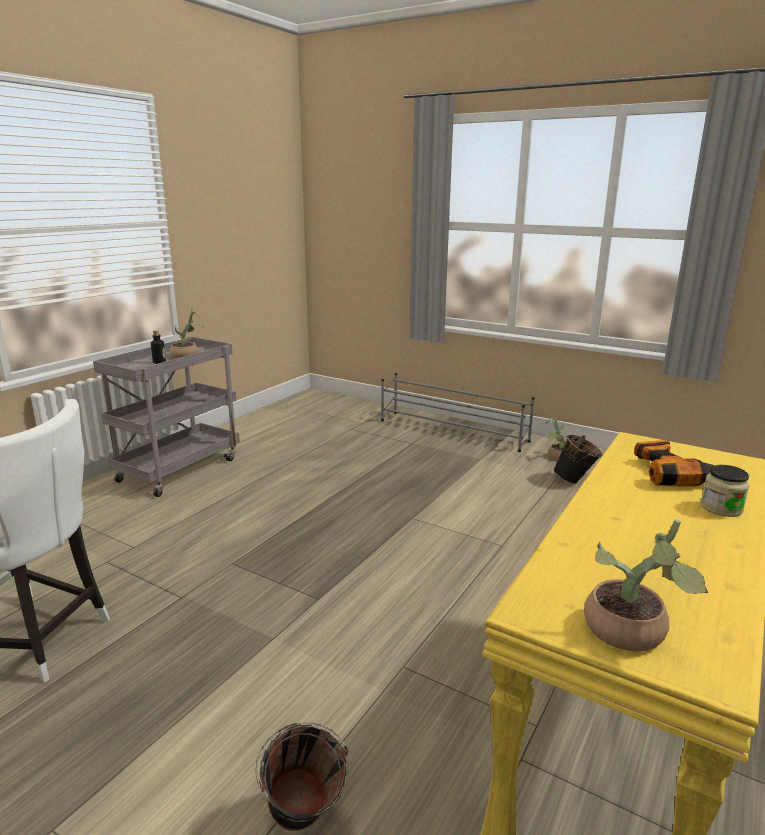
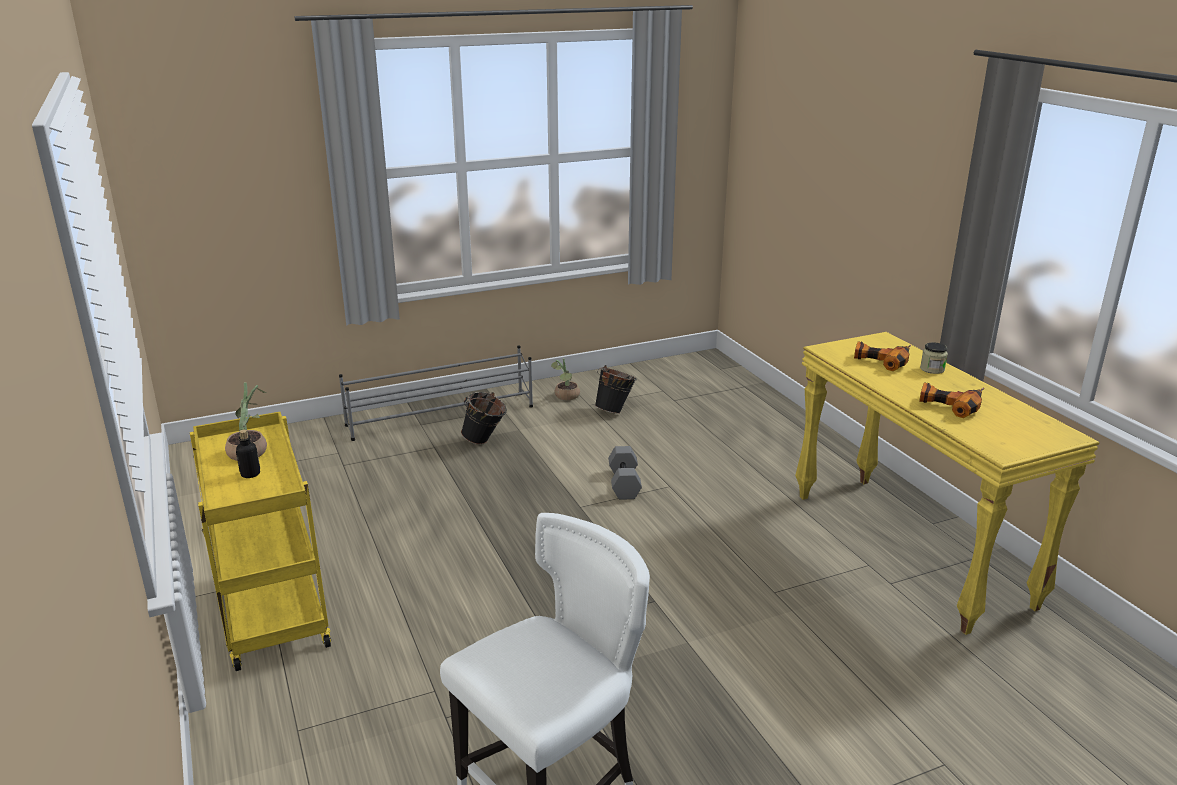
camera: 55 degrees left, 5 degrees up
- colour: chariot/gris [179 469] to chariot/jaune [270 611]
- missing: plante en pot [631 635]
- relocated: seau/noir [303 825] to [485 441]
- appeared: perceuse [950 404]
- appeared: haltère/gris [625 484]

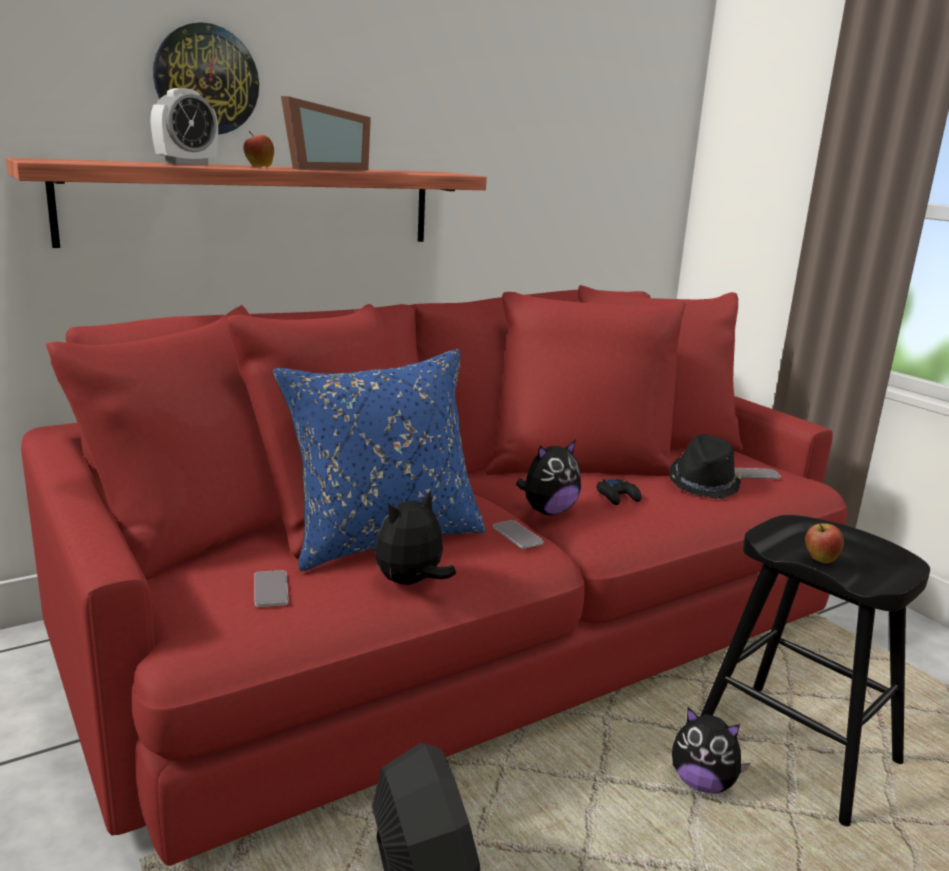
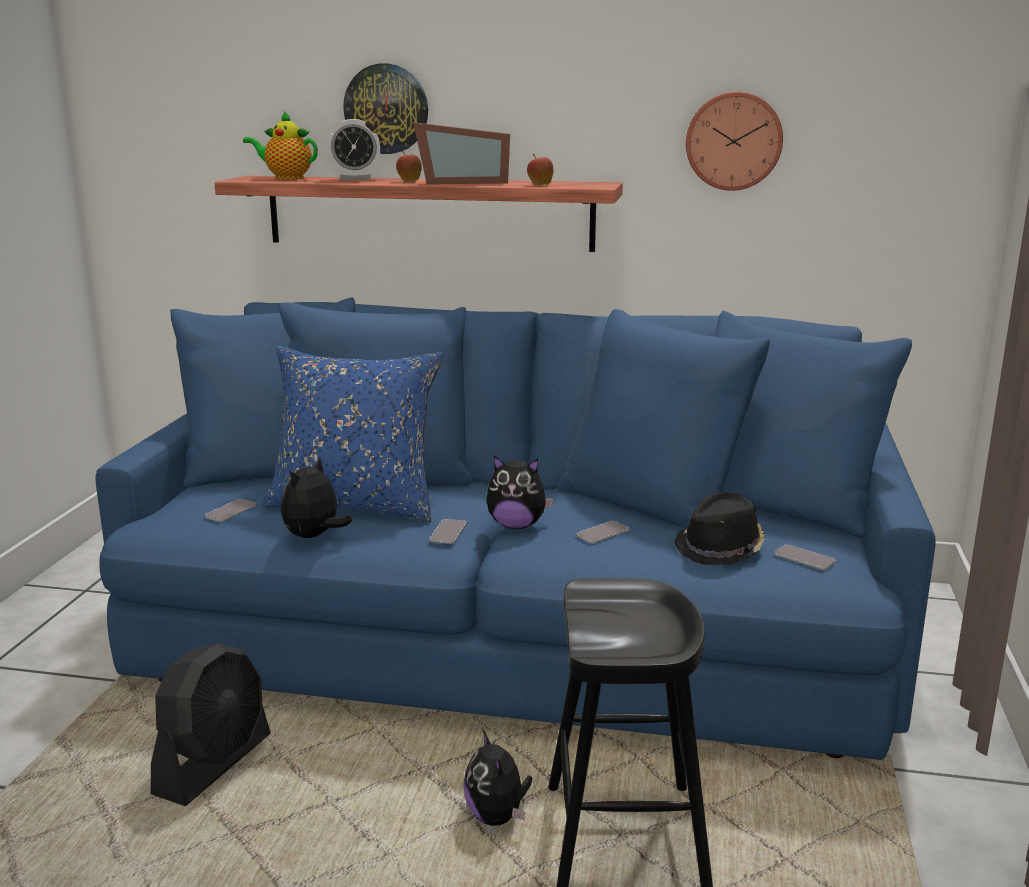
camera: 45 degrees right, 0 degrees up
- colour: canapé/rouge [462 622] to canapé/bleu [515 629]
- exchanged: manette/noir [618 497] to téléphone [602 533]
- spun: peluche [411 583] = [314 536] 60 degrees counterclockwise
- relocated: pomme [820 559] to [540 184]
- appeared: horloge murale [733 141]
- appeared: théière [286 178]

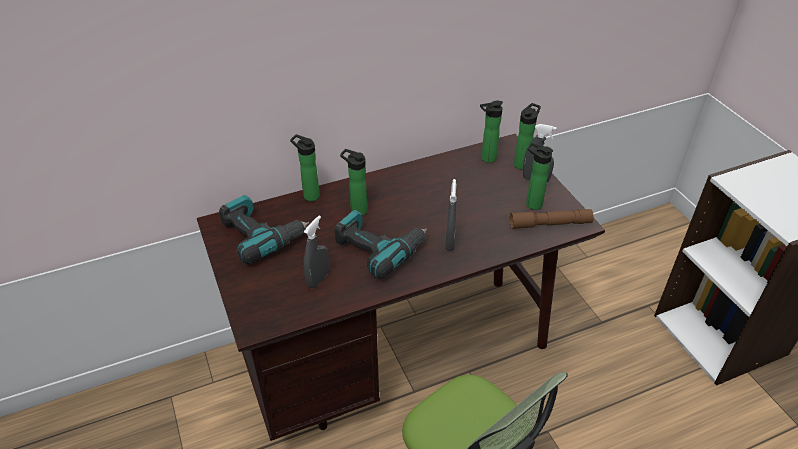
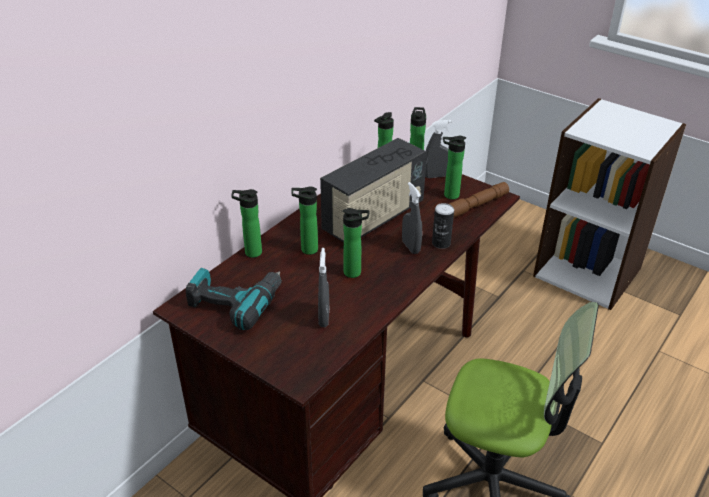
camera: 30 degrees left, 5 degrees down
- exchanged: perceuse [379 248] to bouteille [355 272]
- appeared: radio [374 218]
- appeared: boîte métallique [441 243]

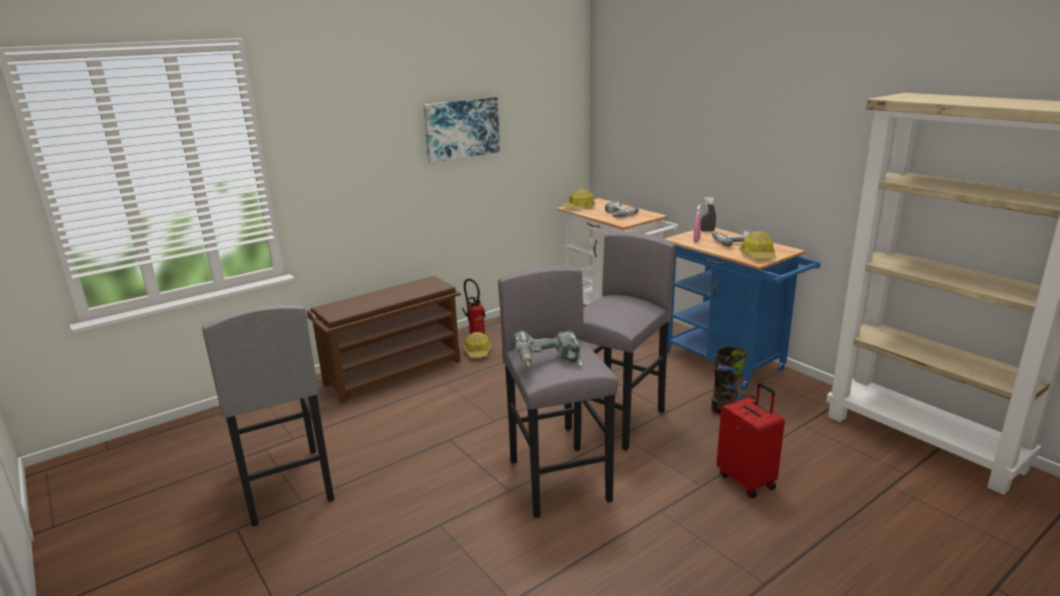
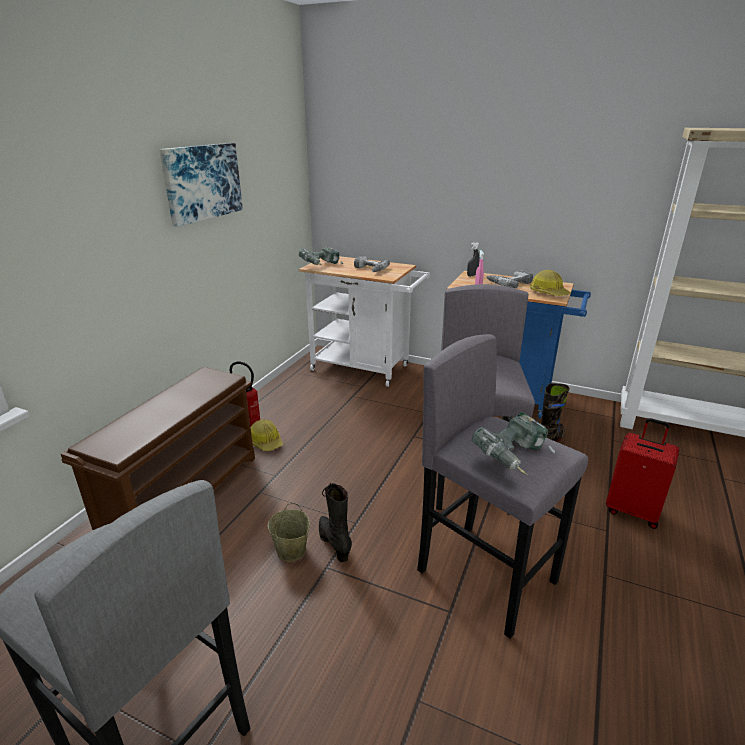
camera: 30 degrees left, 5 degrees up
- exchanged: casque de chantier [579 207] to perceuse [322 266]
- appeared: botte/noir [334 543]
- appeared: seau/beige [291 551]

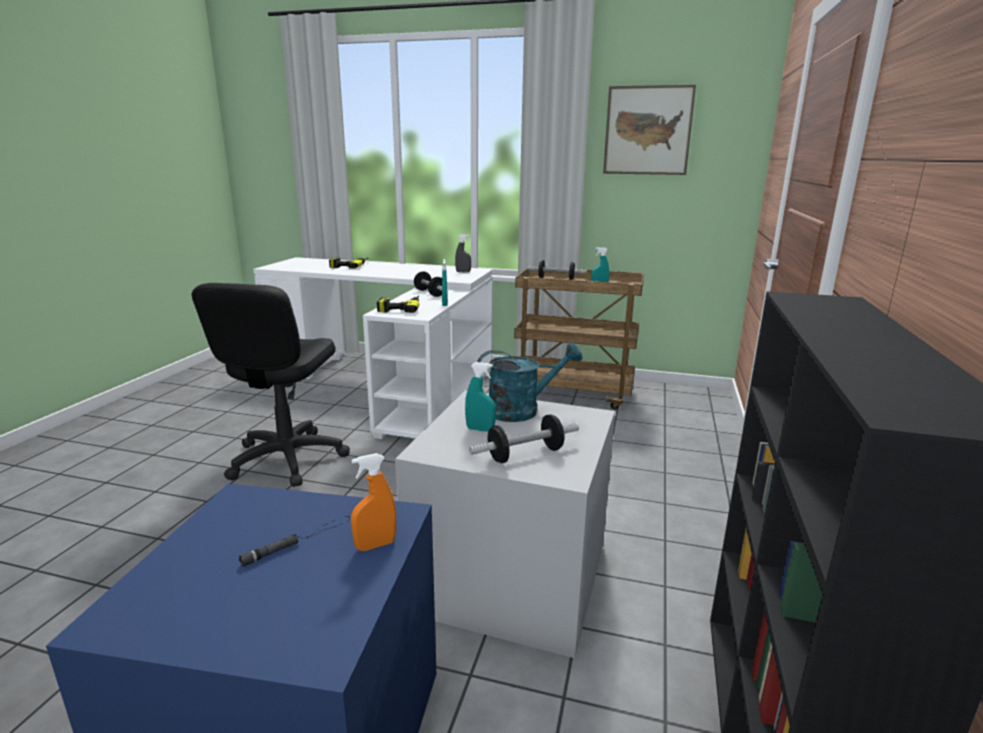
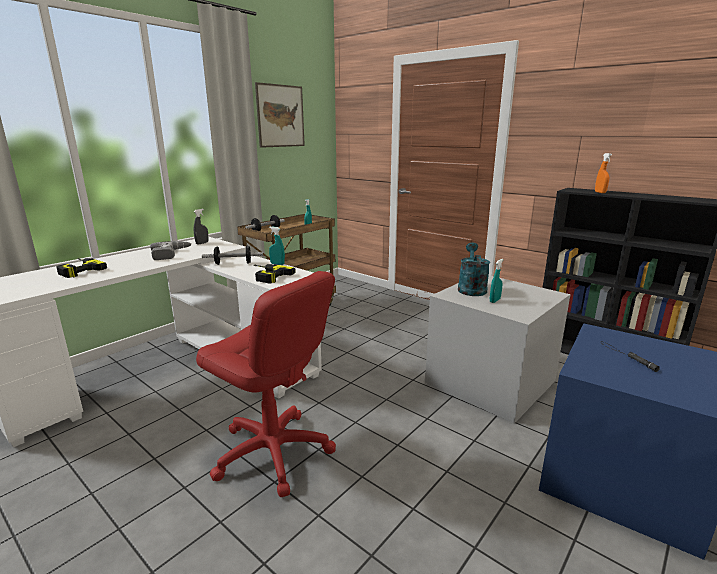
camera: 65 degrees left, 0 degrees up
- colour: chaise de bureau/noir [287 458] to chaise de bureau/rouge [273 452]
- missing: haltère [525 454]
- relocated: vaporisateur/orange [375 545] to [600 192]
- appeared: perceuse [171 254]

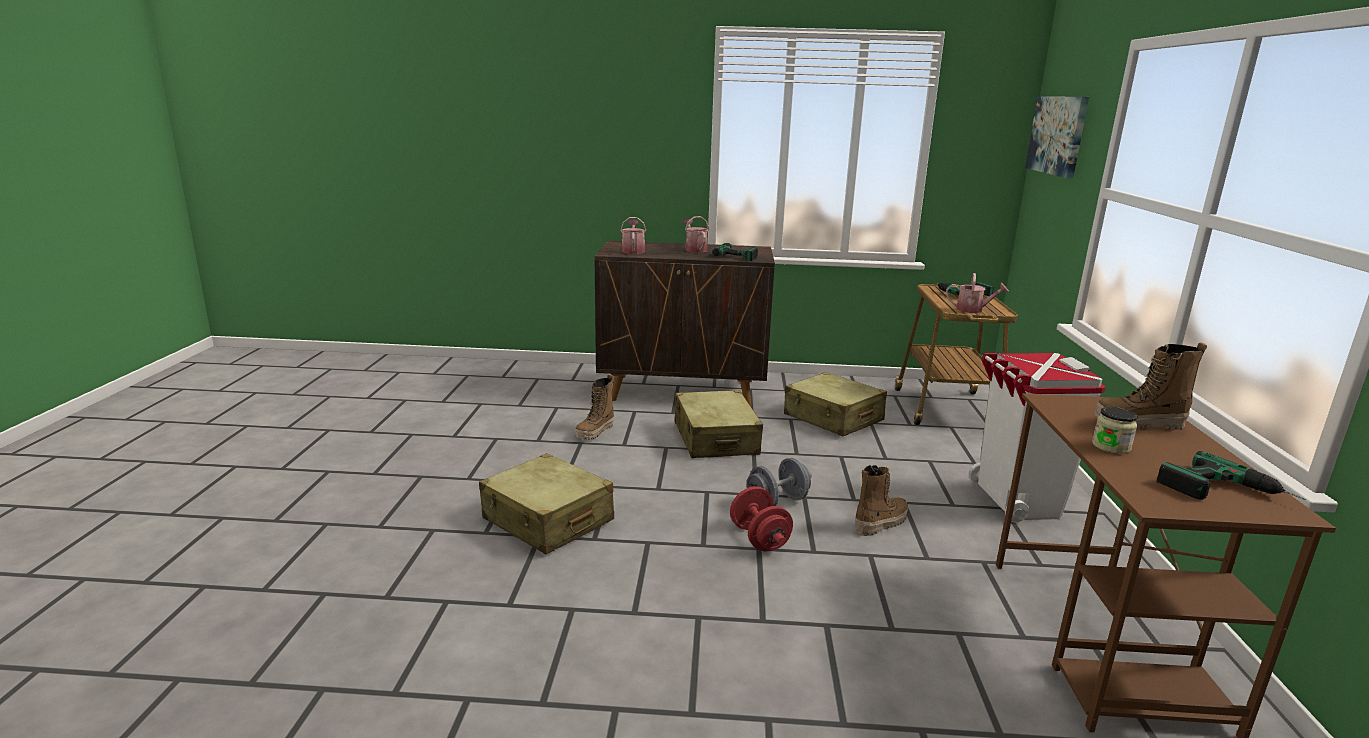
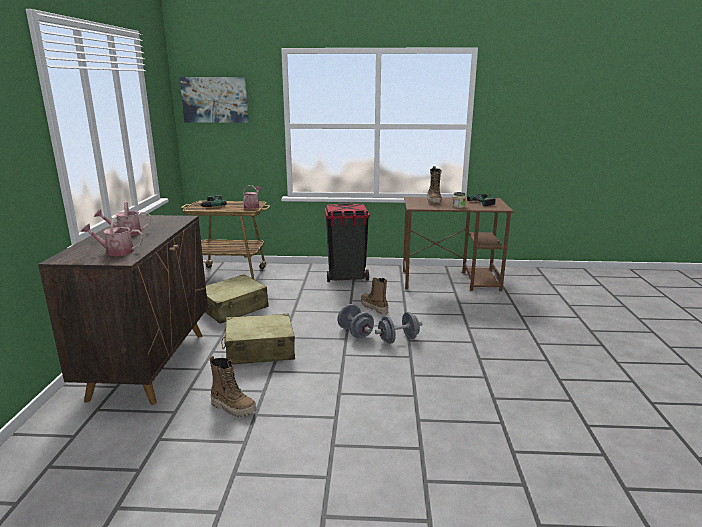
camera: 90 degrees left, 0 degrees up
- missing: perceuse [738 254]
- colour: poubelle/blanc [1016 501] to poubelle/noir [347 277]
- missing: valise/beige [548 520]
- colour: haltère/rouge [759 538] to haltère/gris [398 339]

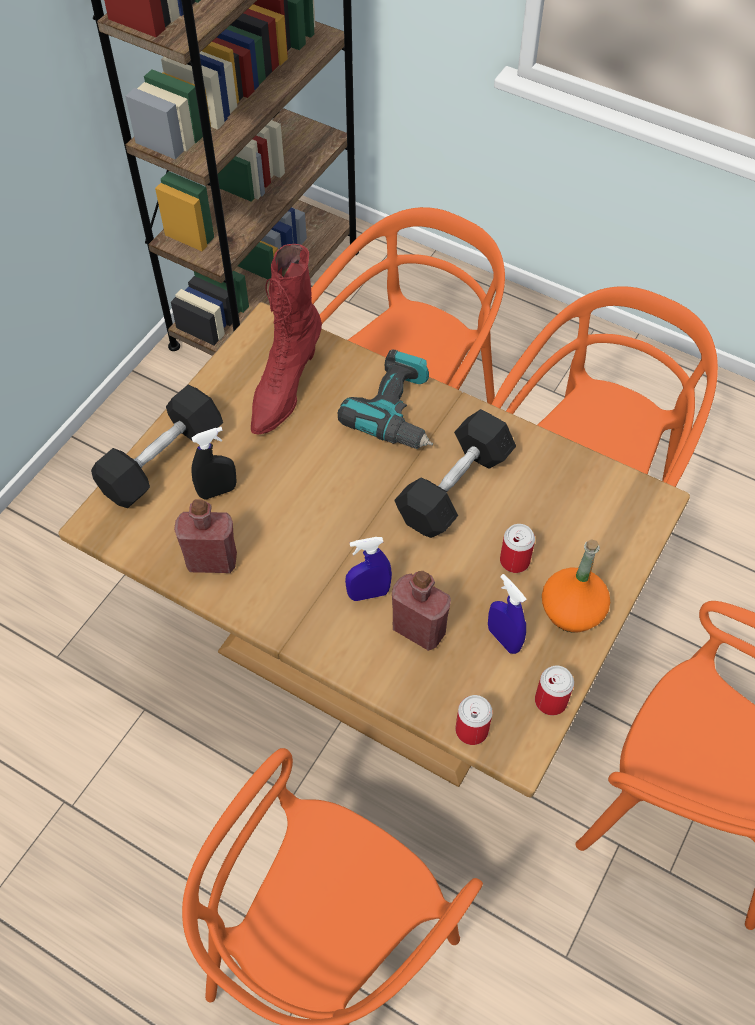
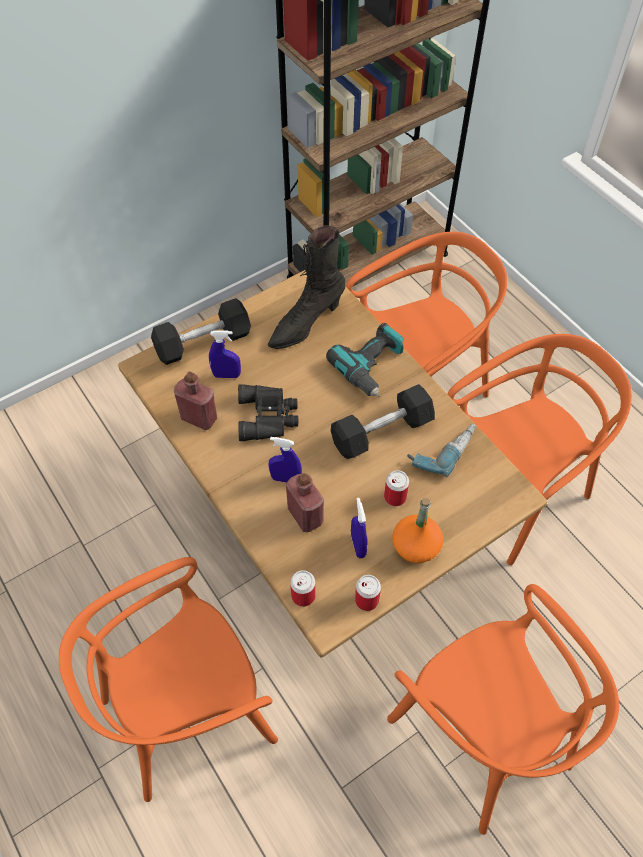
camera: 25 degrees right, 0 degrees up
- colour: botte/rouge [284 388] to botte/noir [305 324]
- colour: vaporisateur/noir [217 491] to vaporisateur/bleu [226 375]
- appeared: jumelles/noir [268 416]
- appeared: perceuse [442 448]

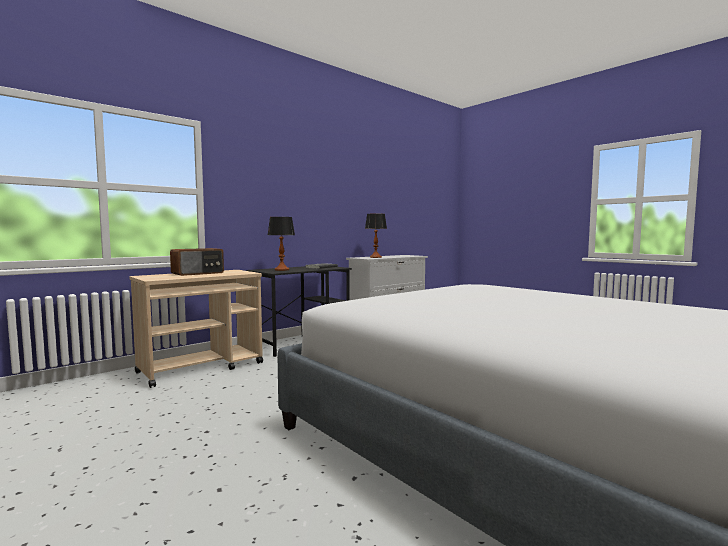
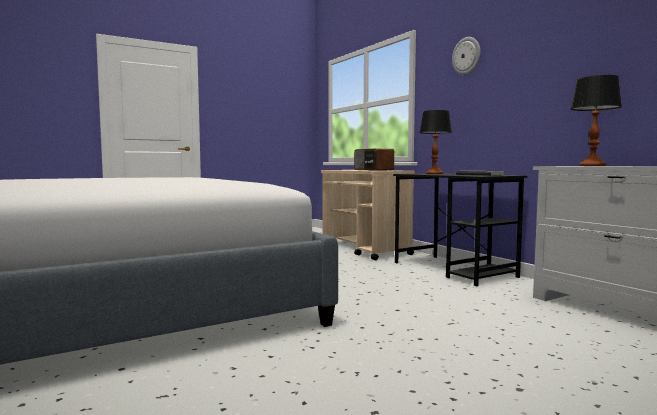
camera: 100 degrees right, 0 degrees up
- appeared: horloge murale [466 56]

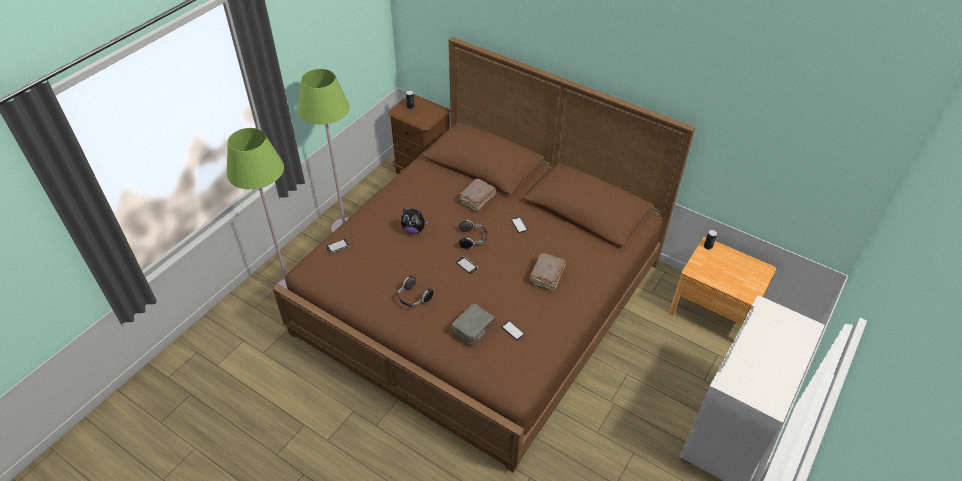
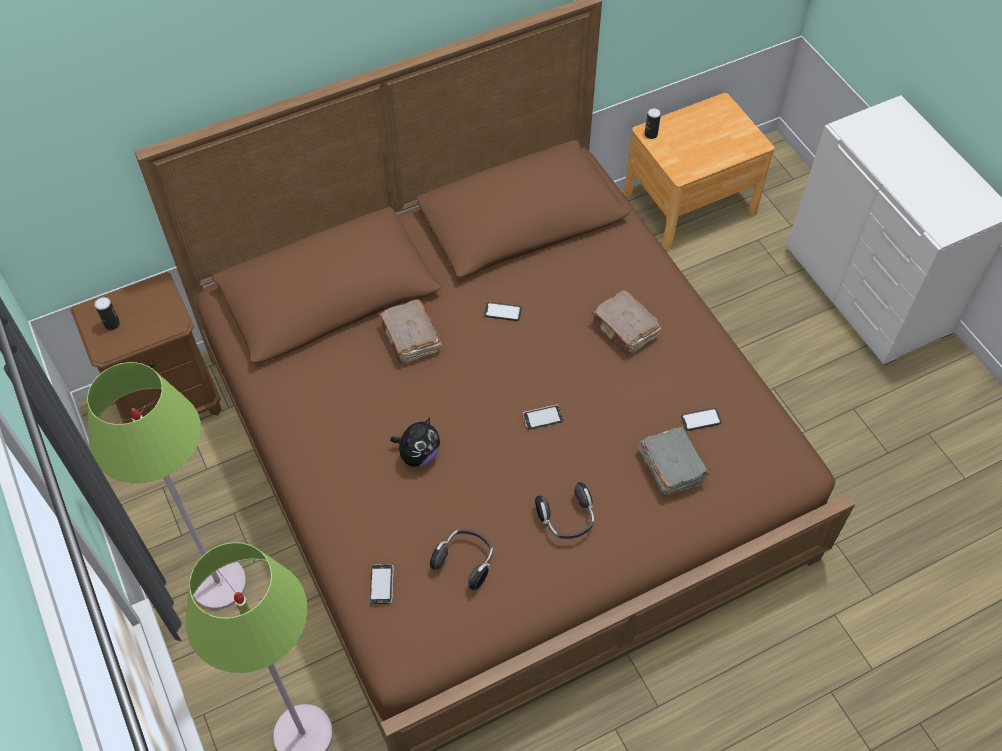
camera: 60 degrees left, 10 degrees up
- relocated: casque audio [473 239] to [465 561]

